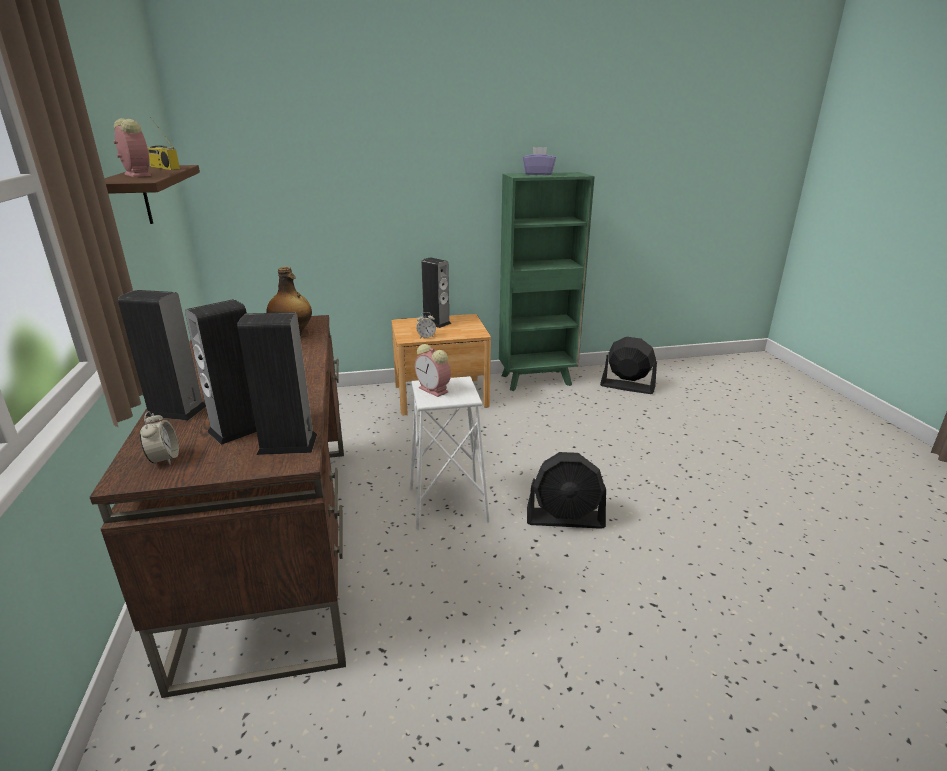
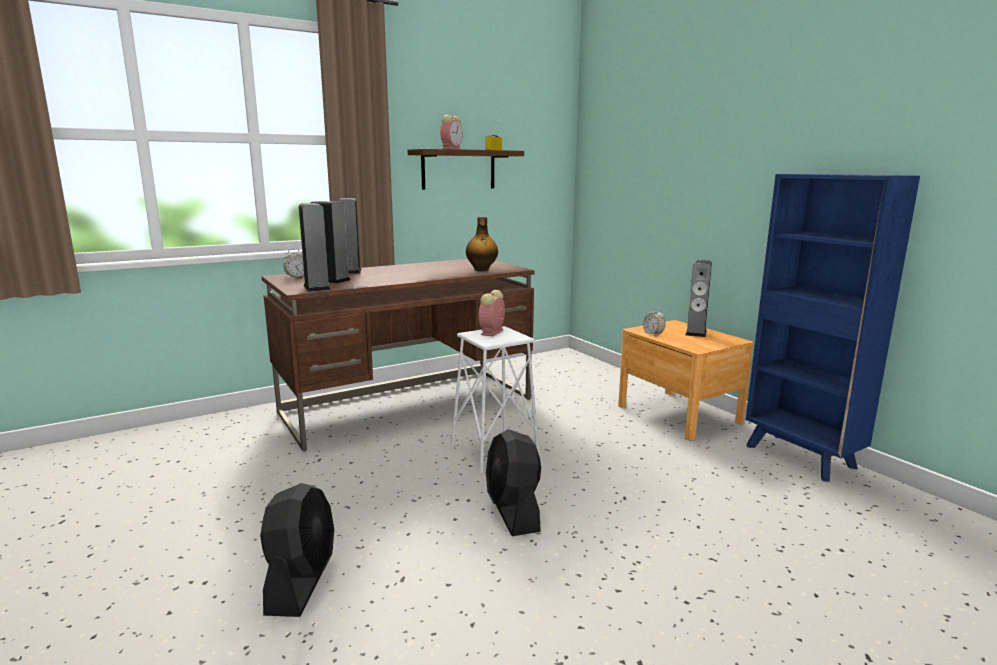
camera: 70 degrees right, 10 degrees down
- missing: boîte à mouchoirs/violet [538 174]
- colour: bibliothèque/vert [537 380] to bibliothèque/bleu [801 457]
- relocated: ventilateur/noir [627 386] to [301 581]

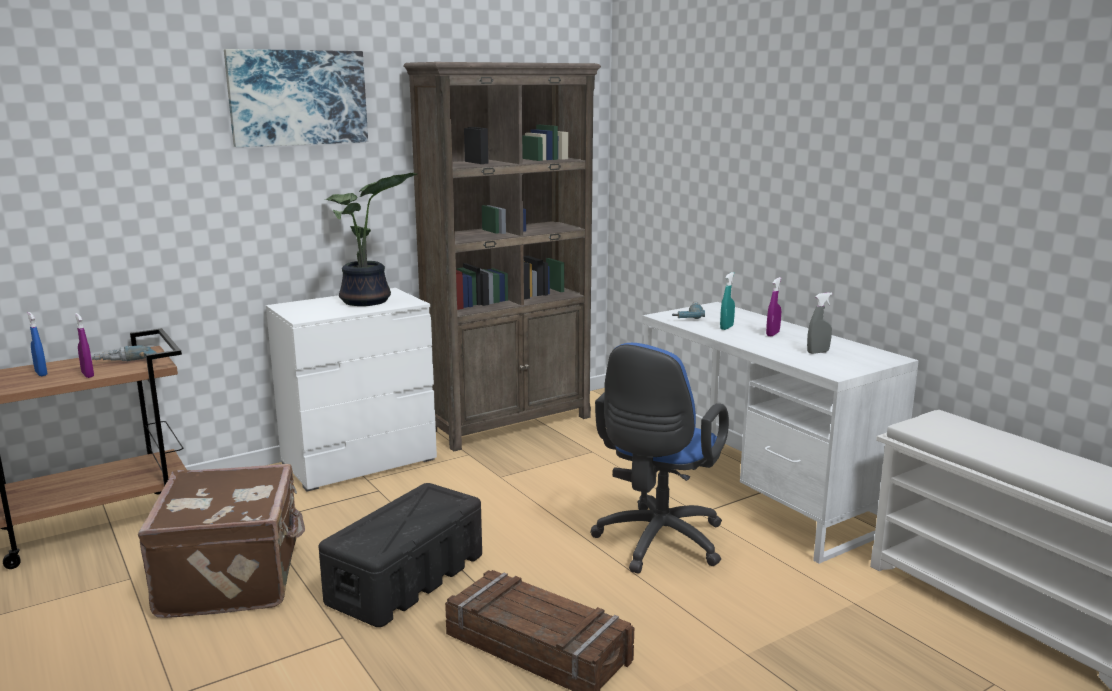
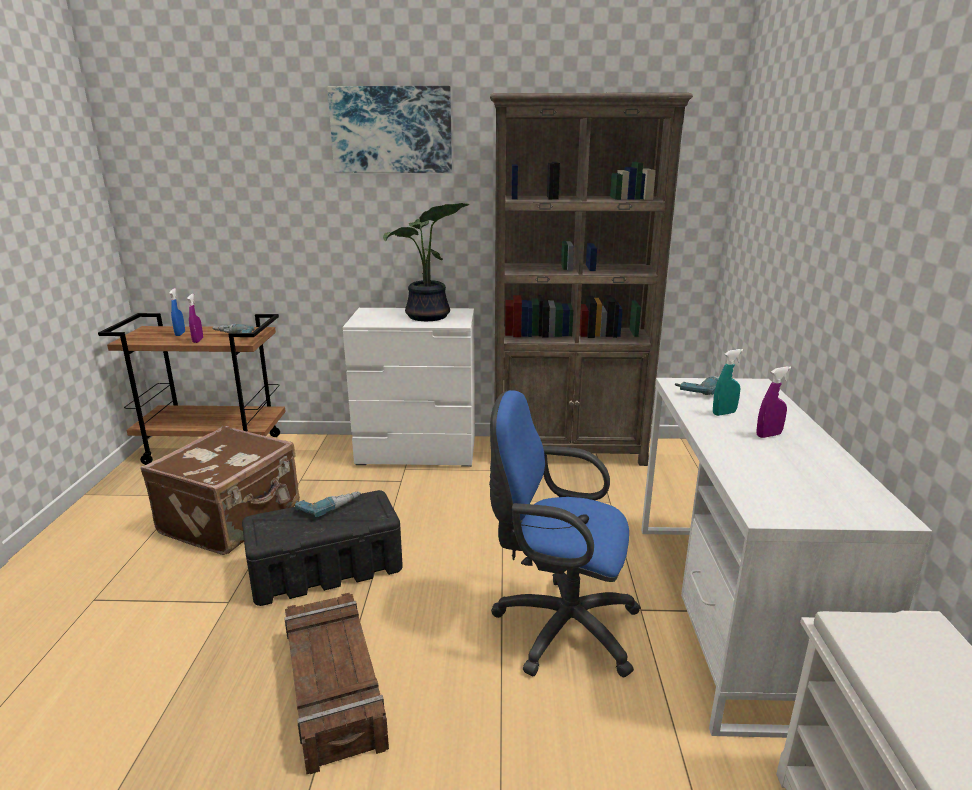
camera: 35 degrees right, 5 degrees up
- missing: vaporisateur/gris [818 352]
- spun: chaise de bureau/bleu [656 544] = [558 626] 45 degrees clockwise
- appeared: perceuse [328 505]

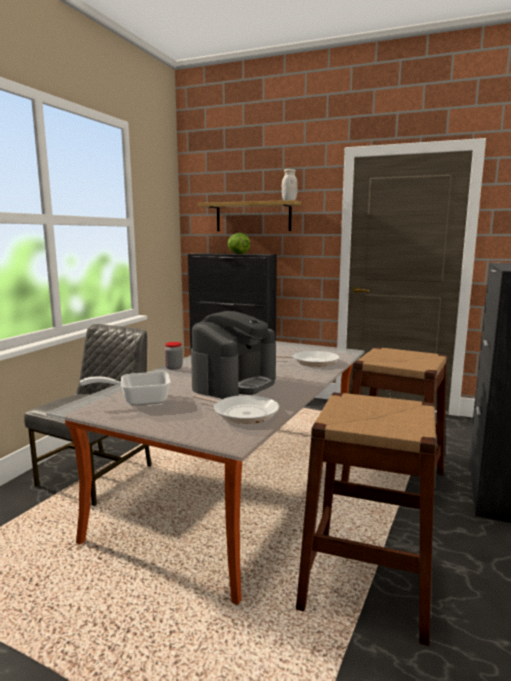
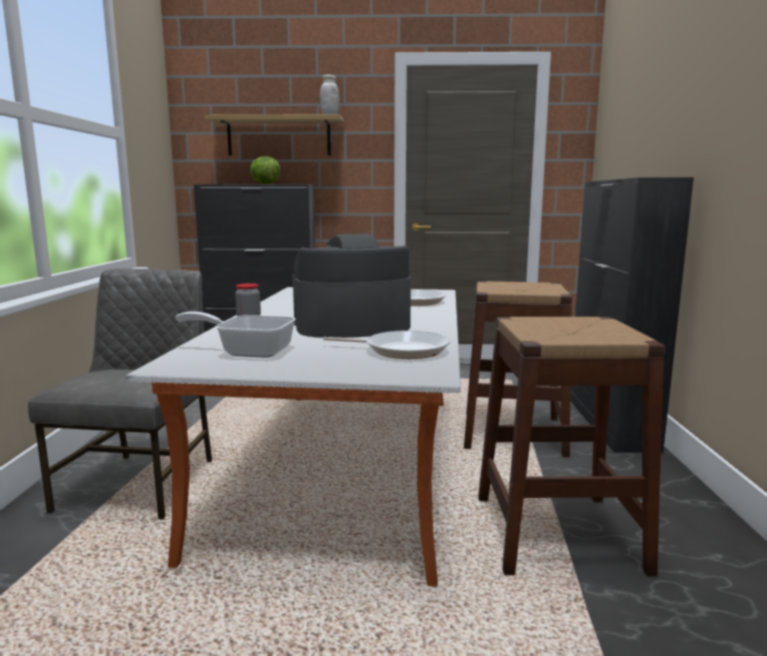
camera: 20 degrees left, 0 degrees up
- spun: machine à café [235 383] = [351 326] 120 degrees counterclockwise
- spun: poêle [138 400] = [248 351] 45 degrees clockwise

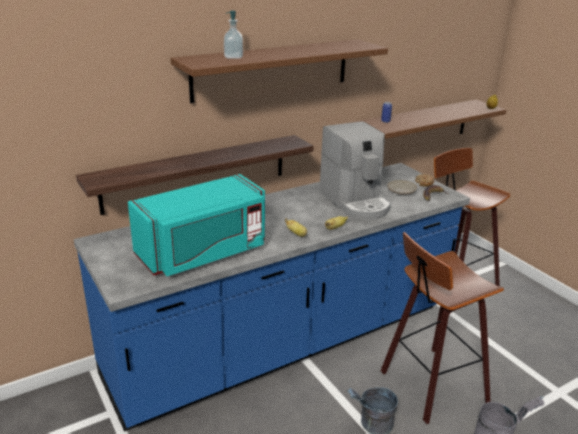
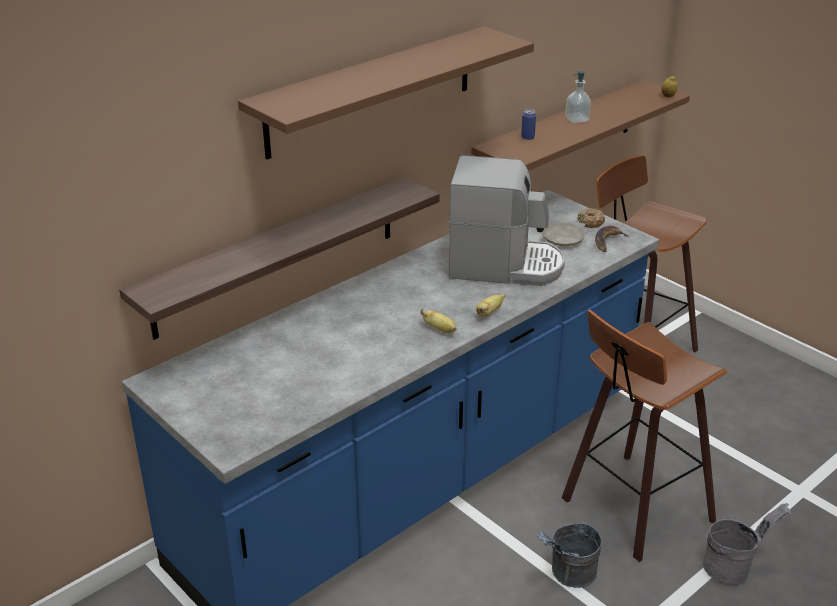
camera: 10 degrees left, 5 degrees up
- relocated: distributeur de savon [233 57] to [577 119]
- spun: machine à café [356 202] = [504 266] 45 degrees counterclockwise
- missing: micro-ondes/turquoise [203 252]

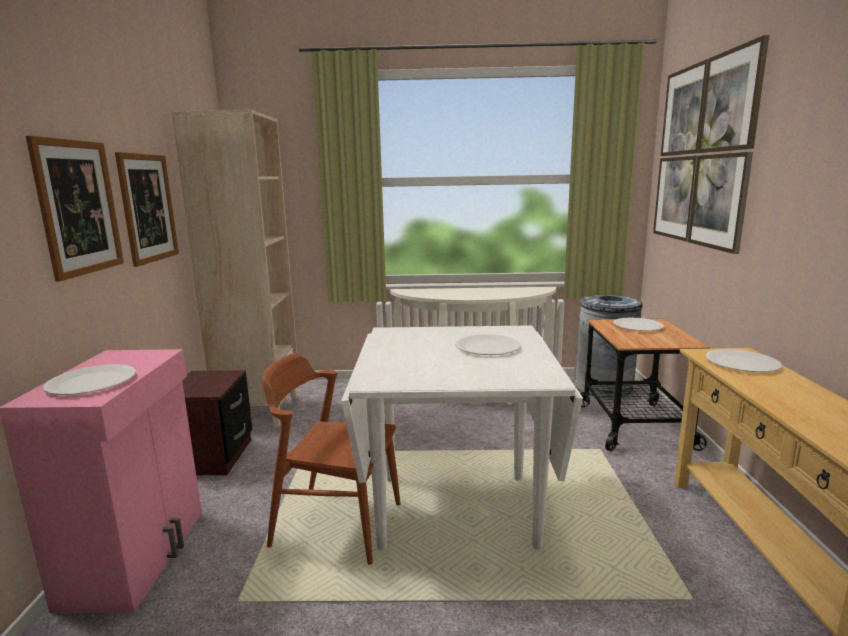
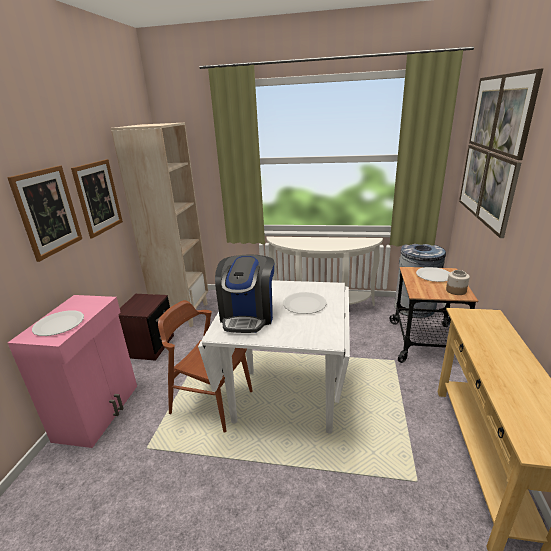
camera: 10 degrees right, 10 degrees up
- missing: assiette/blanc [742 363]
- appeared: machine à café [248 315]
- appeared: bocal [456 291]

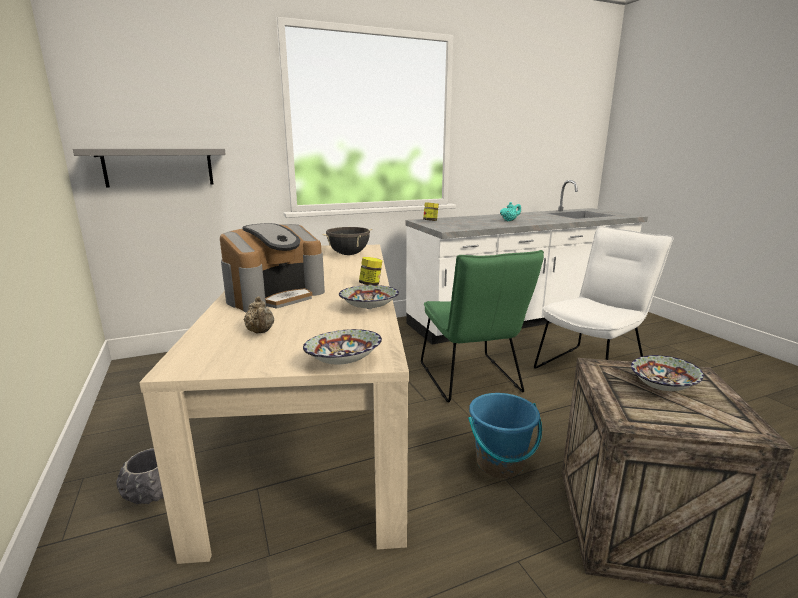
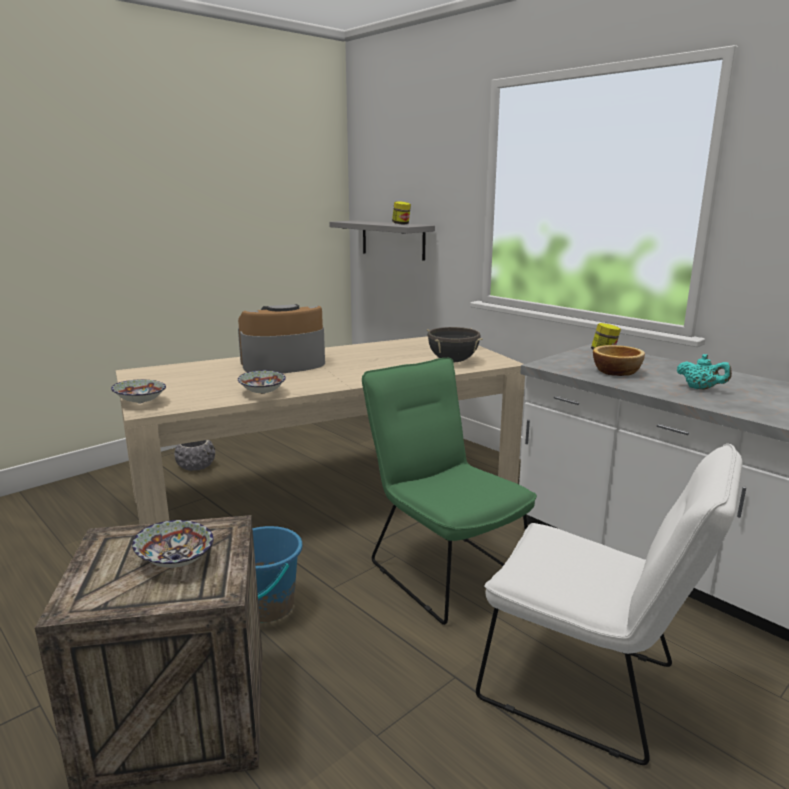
camera: 70 degrees right, 0 degrees up
- spun: machine à café [275 295] = [283 364] 135 degrees clockwise
- spun: chaise/vert [472 381] = [442 567] 90 degrees clockwise
- relocated: bocal [371 284] to [401 224]
- missing: théière/beige [260 332]
- appeared: bol [616 371]

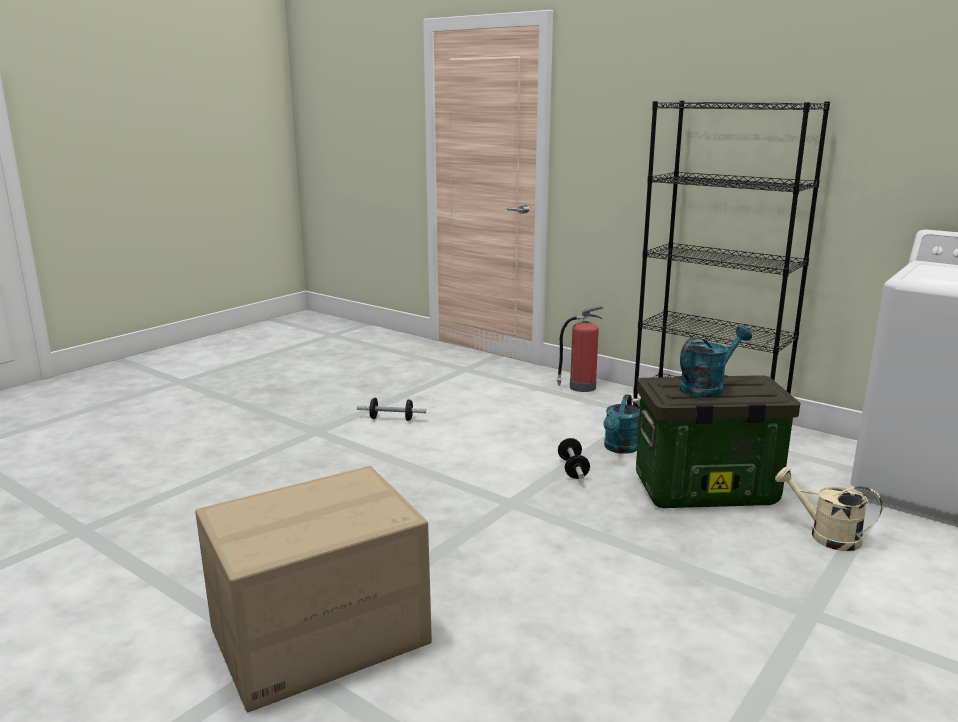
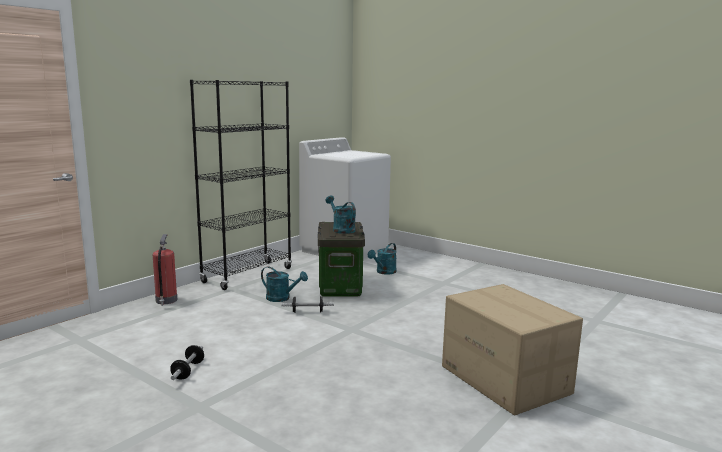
camera: 90 degrees left, 5 degrees down
- colour: arrosoir/beige [825 535] to arrosoir/turquoise [384 272]

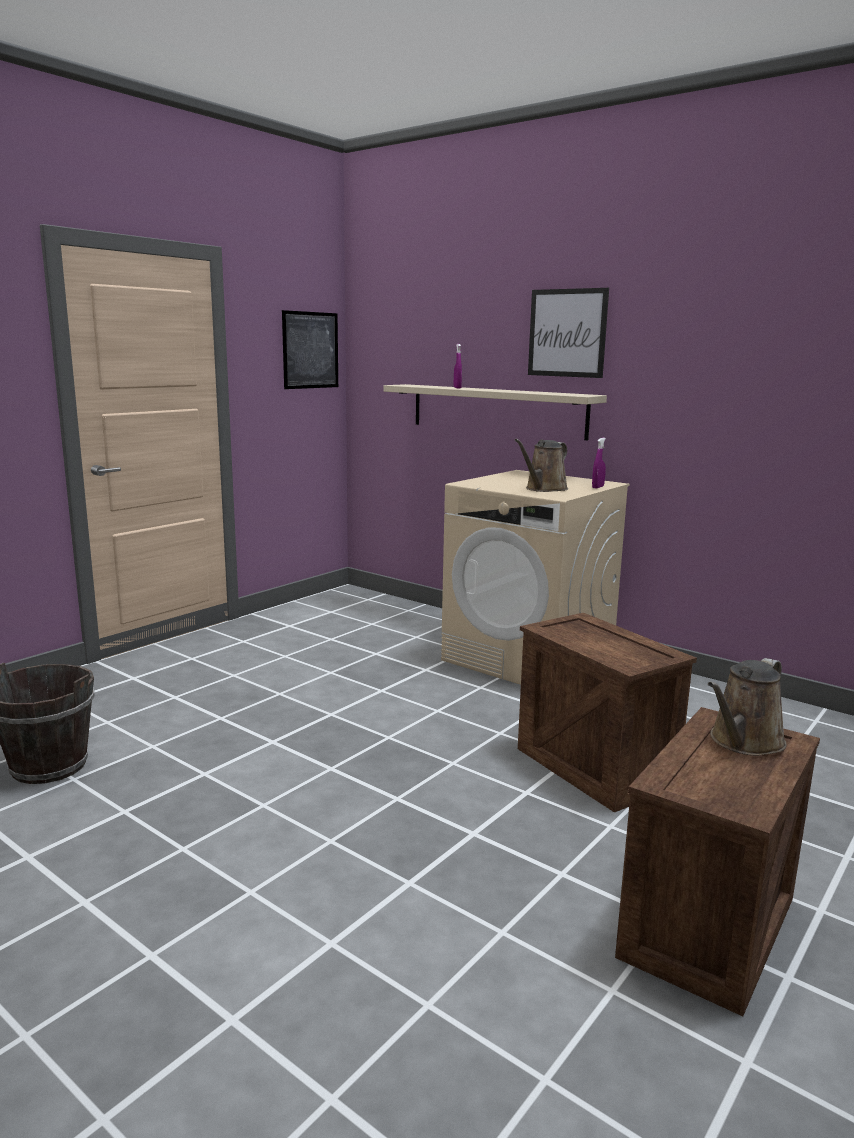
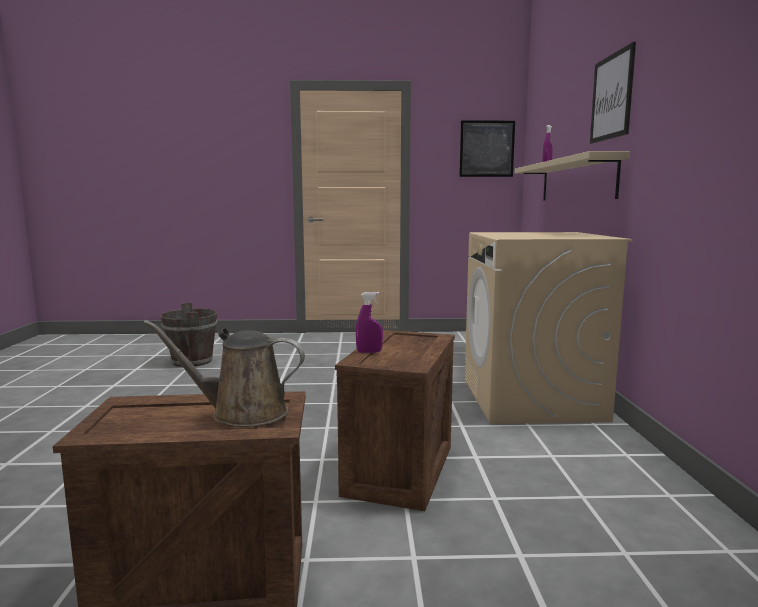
camera: 50 degrees right, 5 degrees down
- relocated: vaporisateur/violet [598 487] to [369 352]
- missing: arrosoir/marron [544 489]

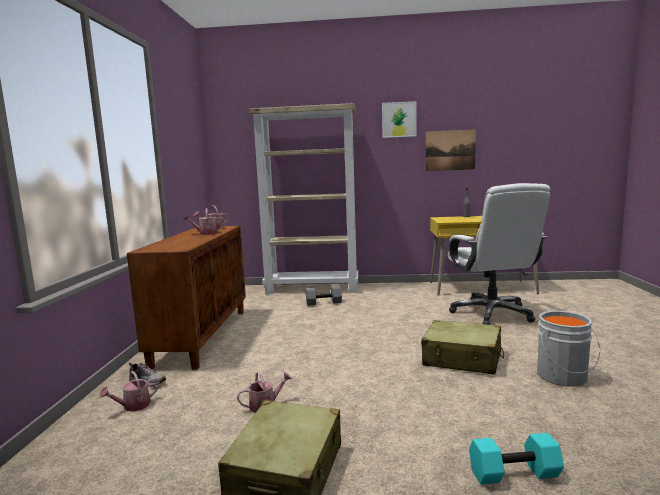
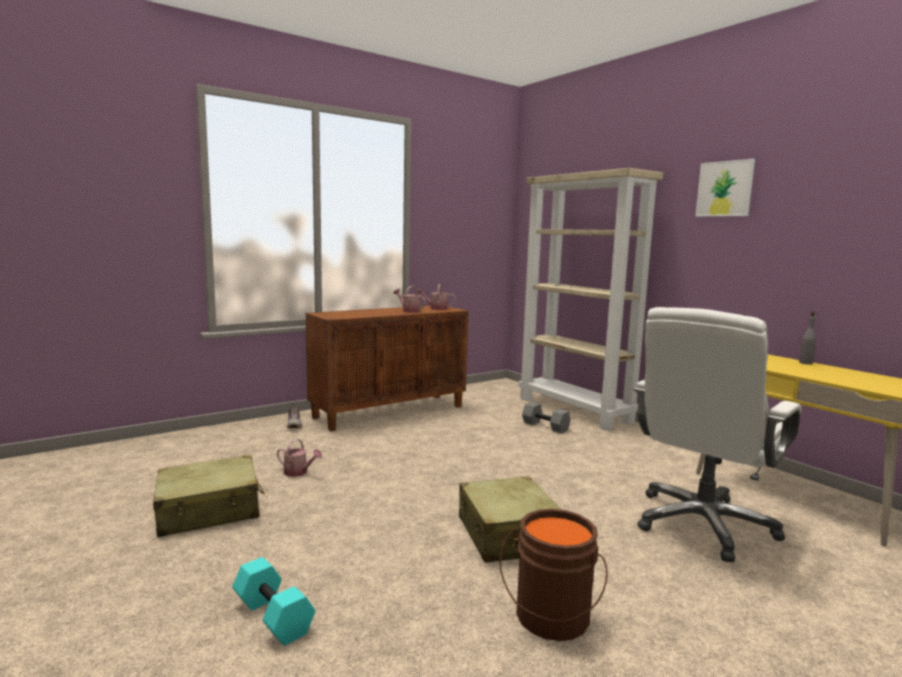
camera: 50 degrees right, 0 degrees up
- missing: tableau [450 150]
- colour: seau/gris [563 377] to seau/marron [550 618]
- missing: arrosoir [133 406]

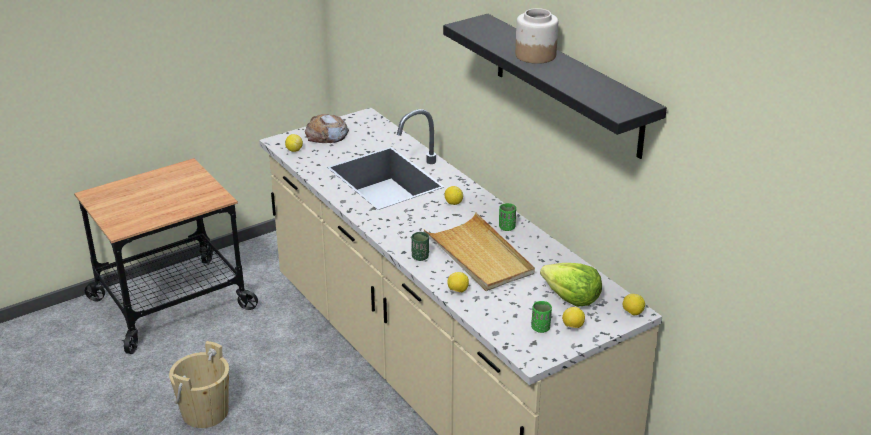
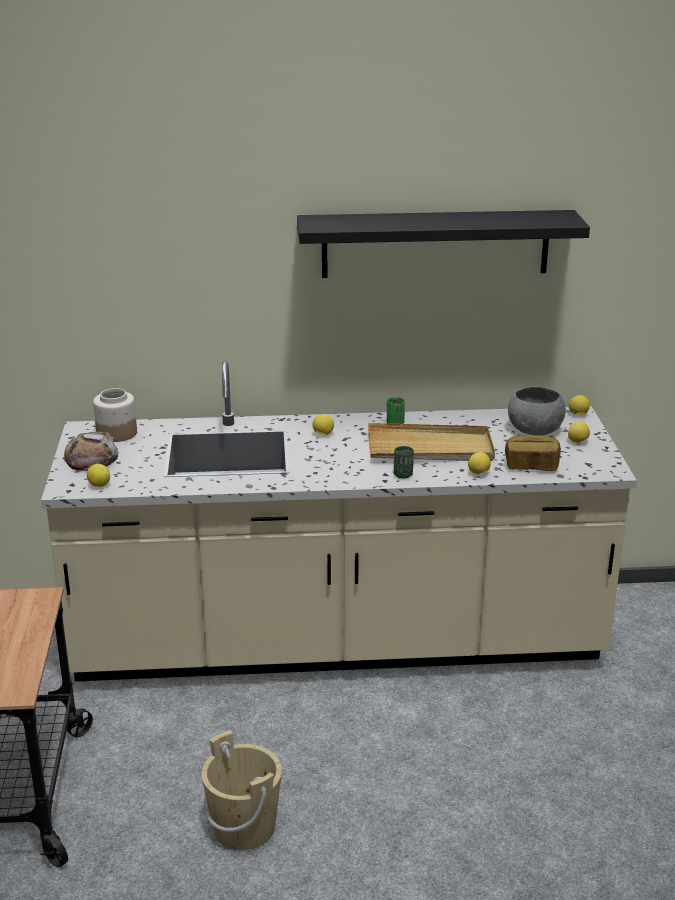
camera: 60 degrees left, 5 degrees down
- relocated: bocal [535 55] to [116 433]
- exchanged: laitue [571 298] to bol/gris [535 430]
- missing: tasse/vert [540 328]
- appeared: pain [531 465]

